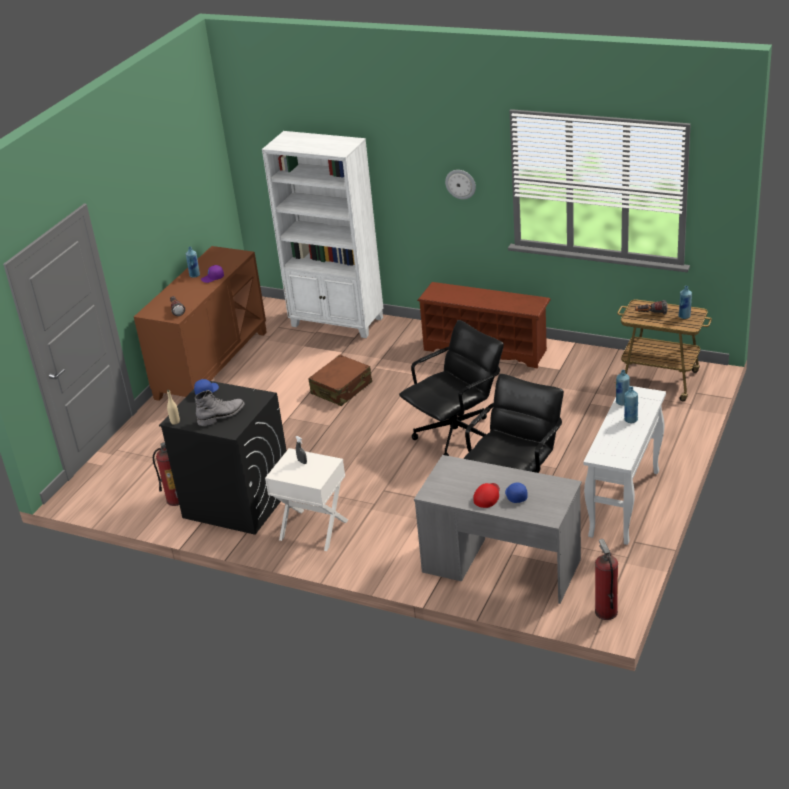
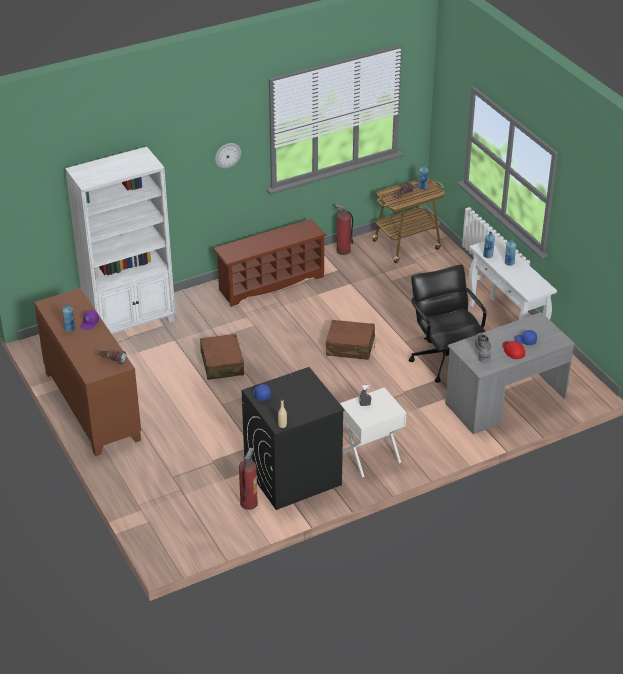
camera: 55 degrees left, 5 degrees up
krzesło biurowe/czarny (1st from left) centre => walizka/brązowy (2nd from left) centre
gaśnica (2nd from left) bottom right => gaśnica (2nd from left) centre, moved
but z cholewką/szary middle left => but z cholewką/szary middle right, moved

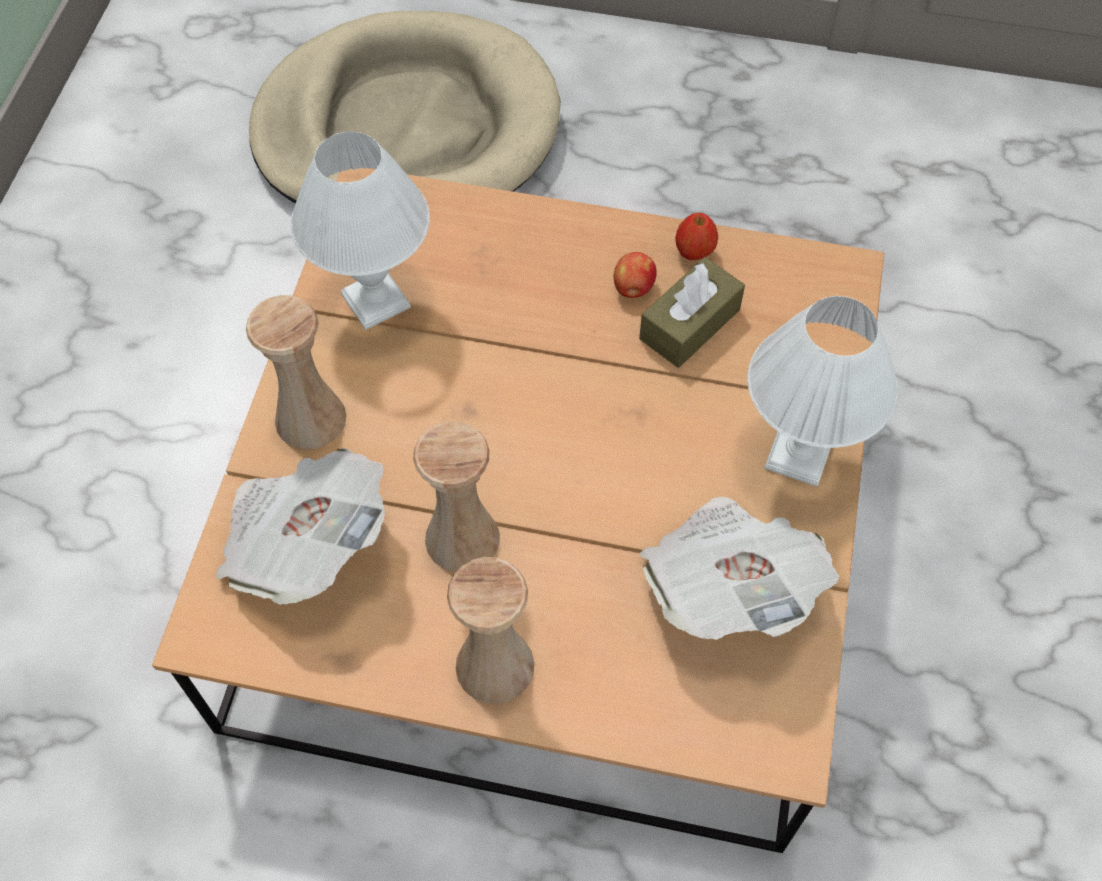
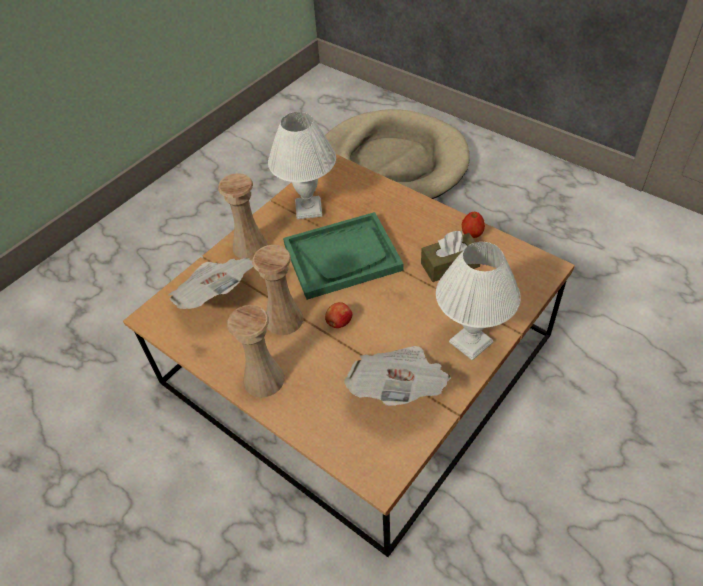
camera: 30 degrees right, 10 degrees down
nothing => taca/zielony centre
jabłko (1st from left) top centre => jabłko (1st from left) centre, moved

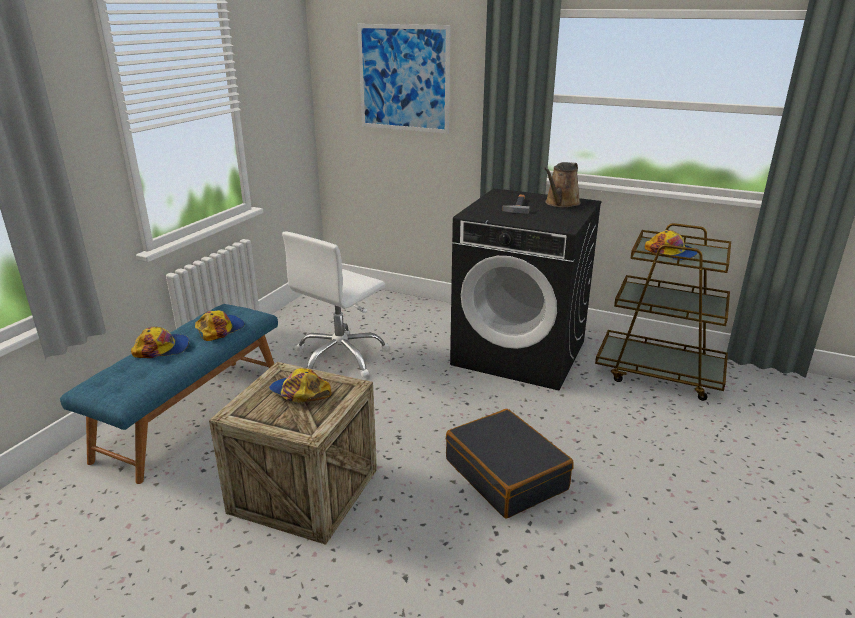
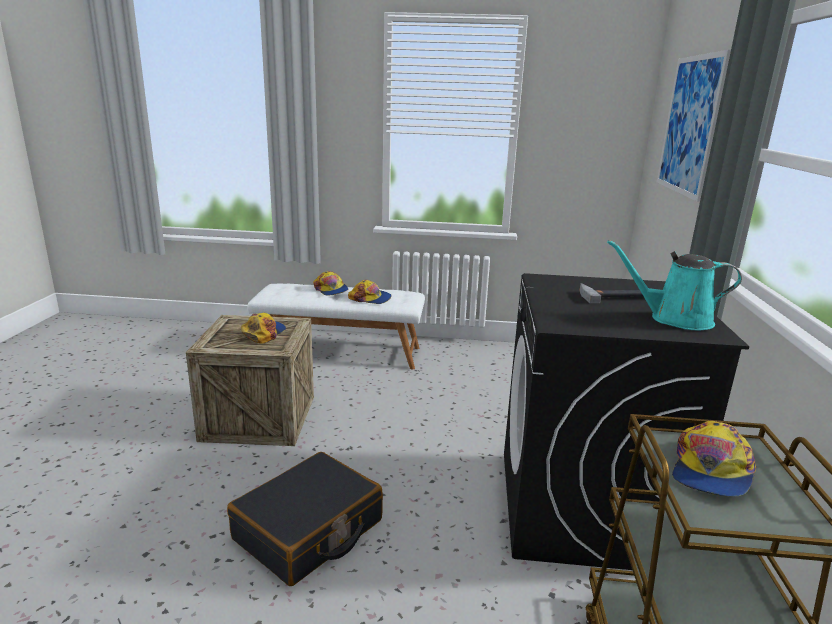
camera: 70 degrees right, 5 degrees down
ławka/niebieski middle left => ławka/biały centre
konewka/brązowy top centre => konewka/turkusowy middle right
krzesło biurowe/biały centre => nothing

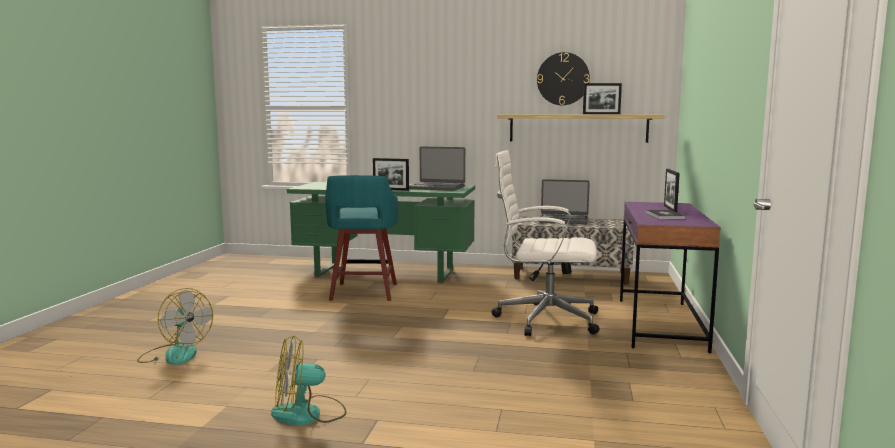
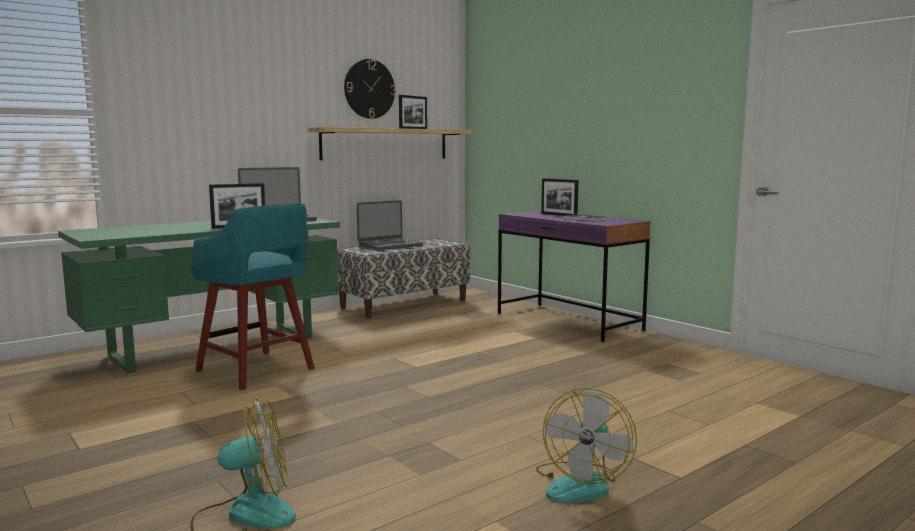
camera: 50 degrees left, 0 degrees up
krzesło biurowe/biały centre => nothing

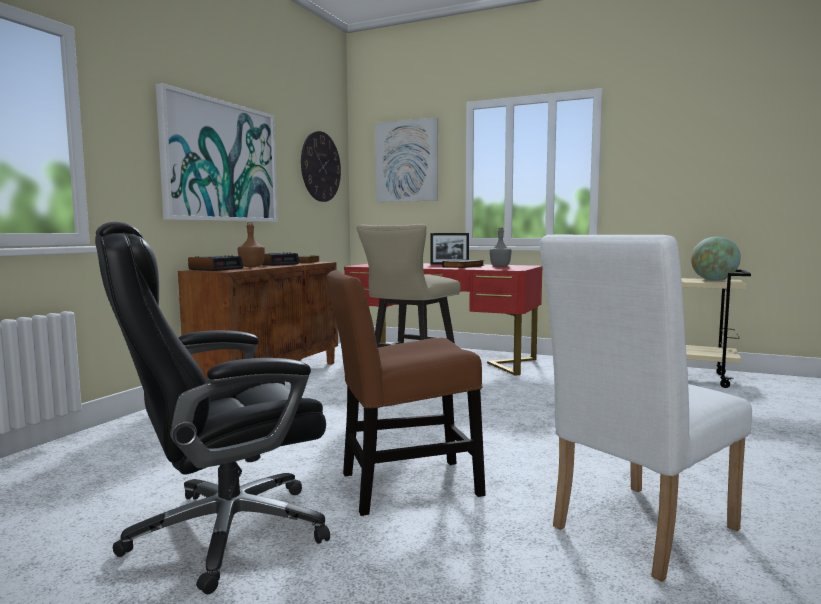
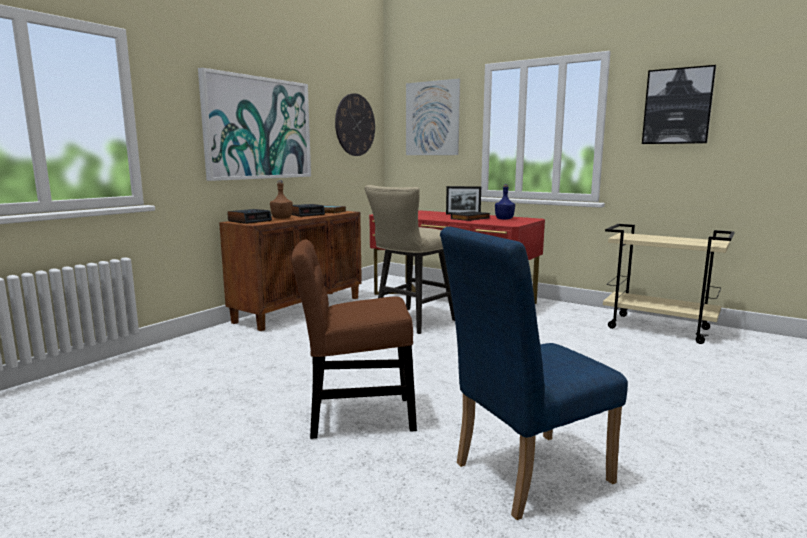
camera: 10 degrees right, 5 degrees up
krzesło/biały bottom right => krzesło/niebieski bottom centre
butelka/szary centre => butelka/niebieski centre
nothing => obraz (3rd from left) top right
krzesło biurowe/czarny bottom left => nothing
globus middle right => nothing

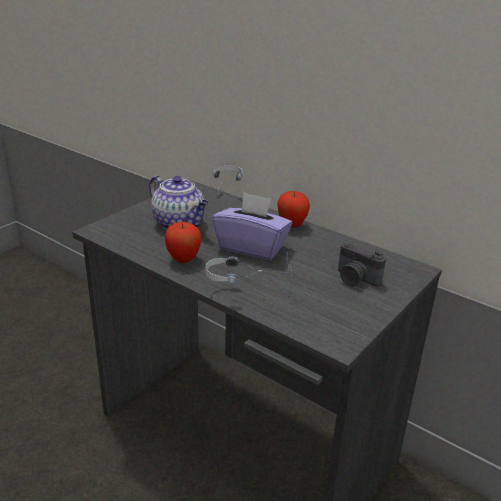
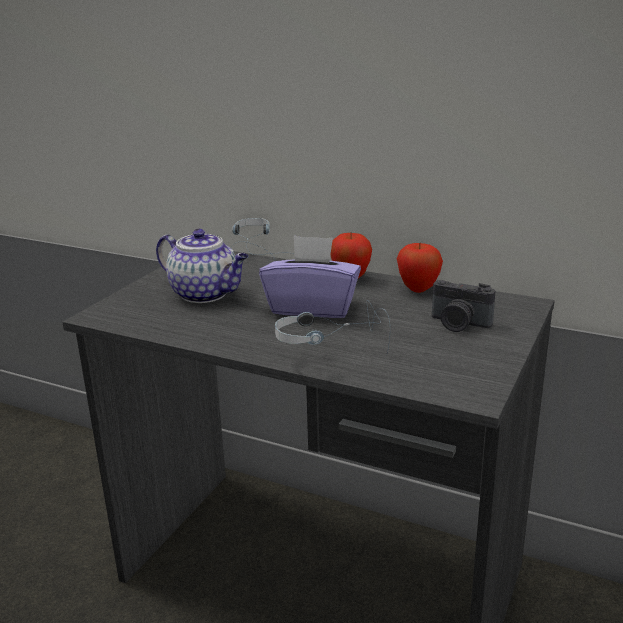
camera: 10 degrees left, 5 degrees down
jabłko (1st from left in the first image) centre => jabłko (2nd from left) middle right, moved

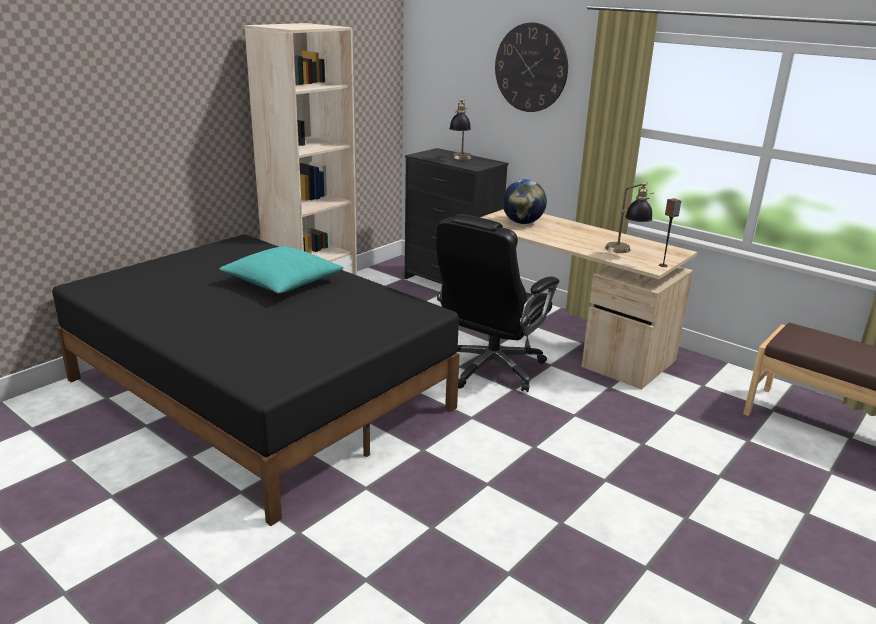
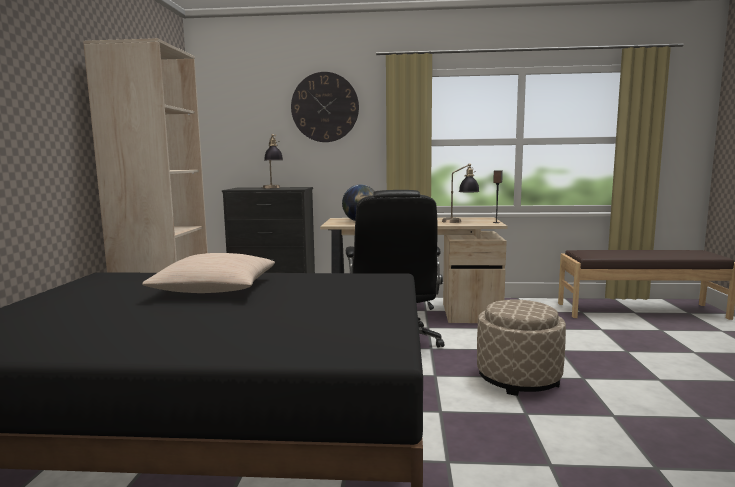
camera: 35 degrees left, 15 degrees down
poduszka/turkusowy middle left => poduszka/beżowy middle left
nothing => pufa/beżowy bottom right

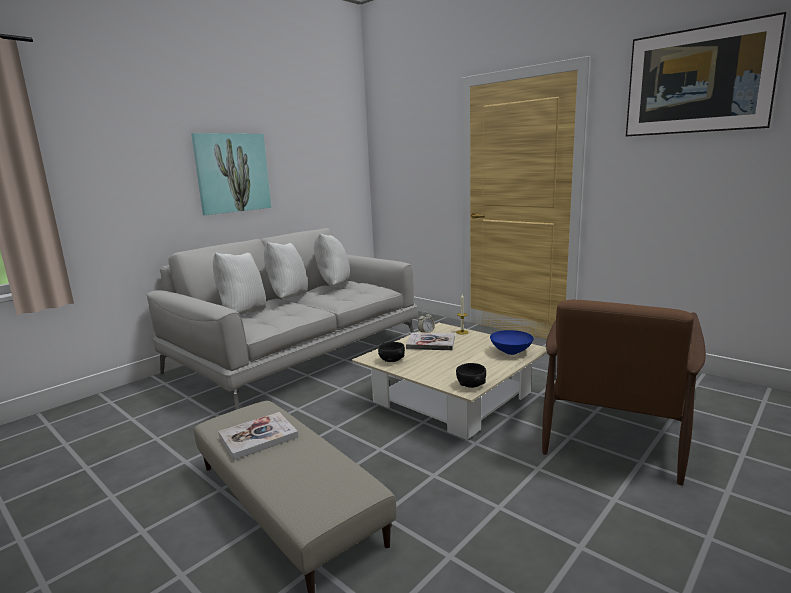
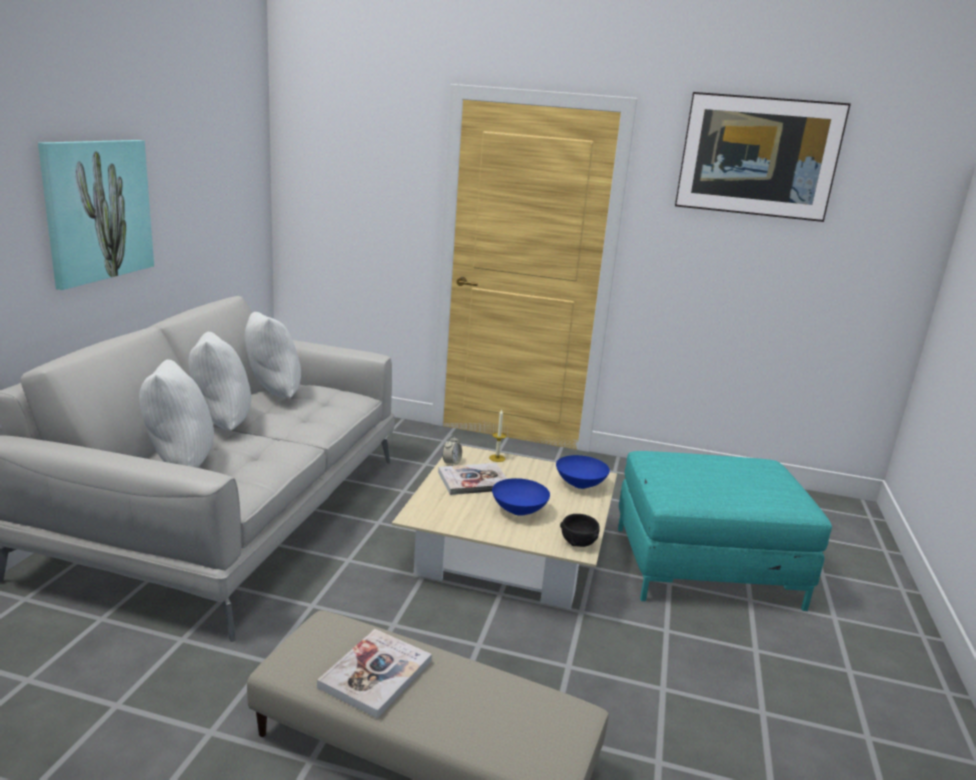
camera: 30 degrees left, 5 degrees up
nothing => miska/niebieski (1st from left) centre
fotel/brązowy middle right => pufa/turkusowy bottom right
miska/czarny (1st from left) centre => nothing

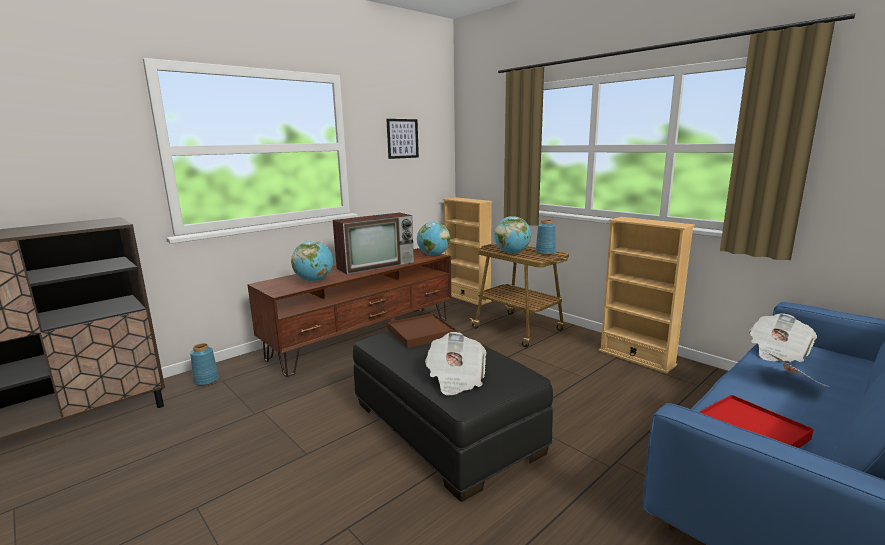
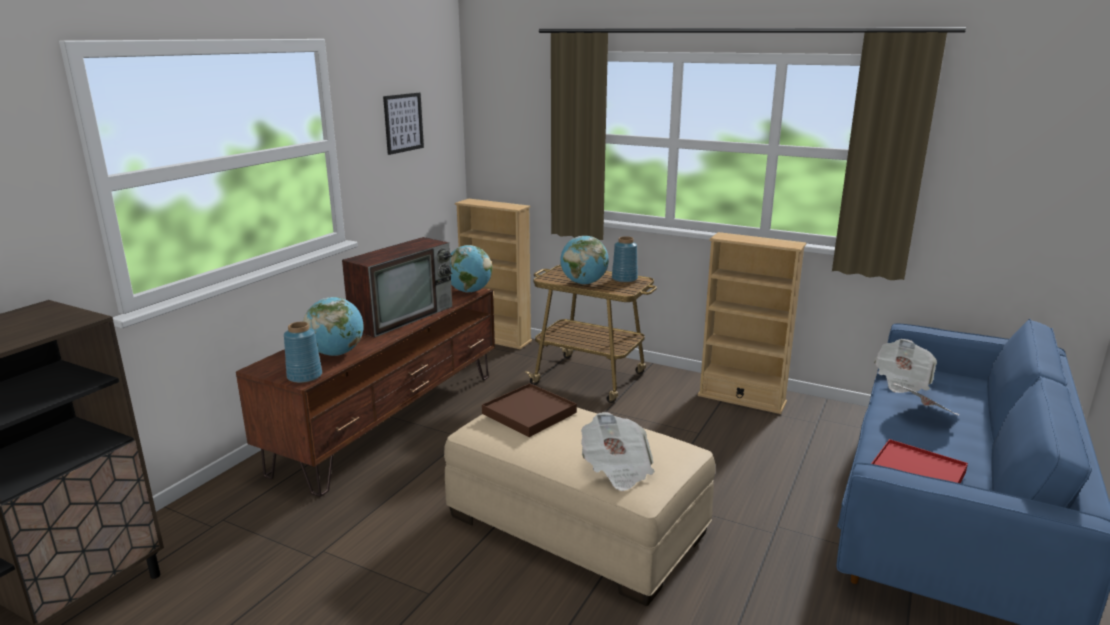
camera: 20 degrees left, 5 degrees up
wazon/niebieski (1st from left) bottom left => wazon/niebieski (1st from left) middle left, moved
pufa/czarny bottom centre => pufa/beżowy bottom centre

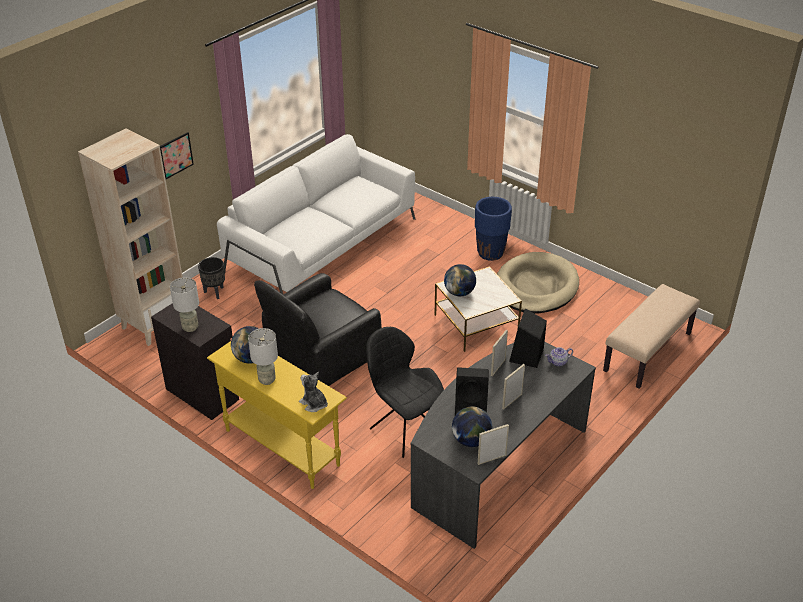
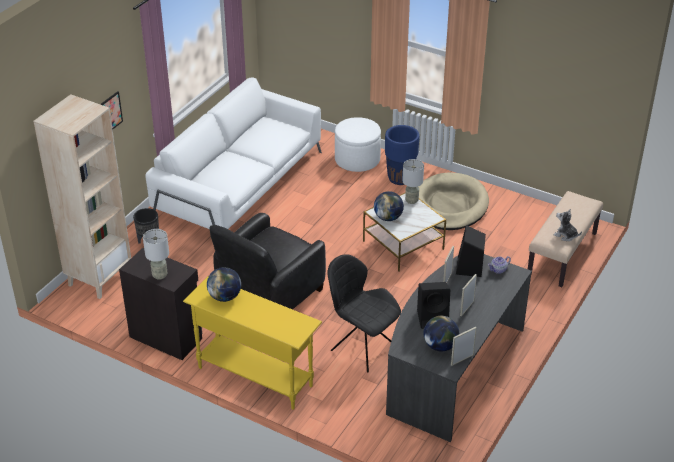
camera: 10 degrees left, 0 degrees up
nothing => pufa/biały top centre
lampa stołowa/szary (2nd from left) middle left => lampa stołowa/szary (2nd from left) centre, moved
pluszak centre => pluszak middle right, moved

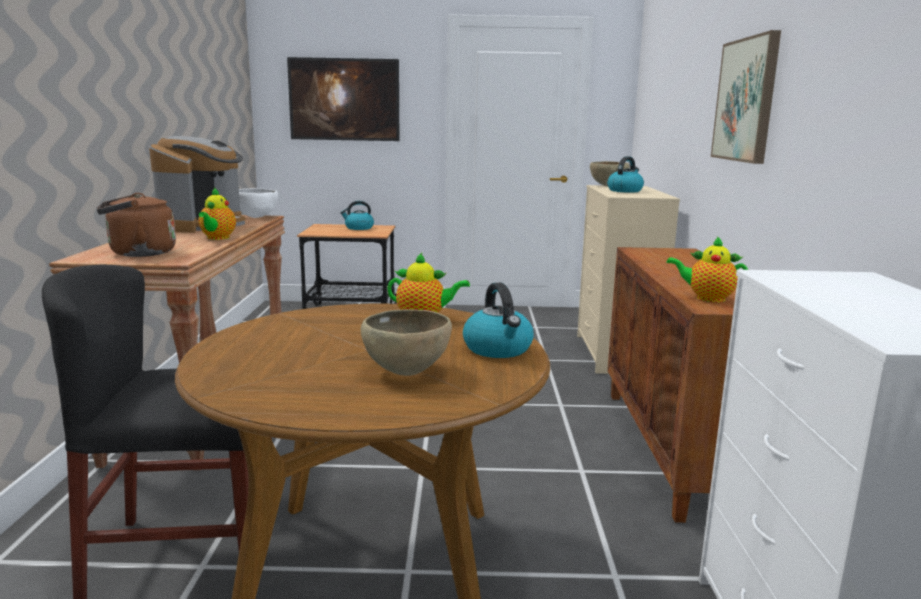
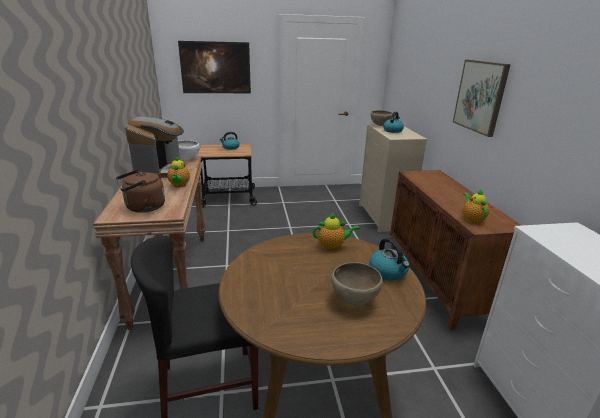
camera: 10 degrees left, 10 degrees up
imbryk (3rd from left) middle right, 75 degrees clockwise

